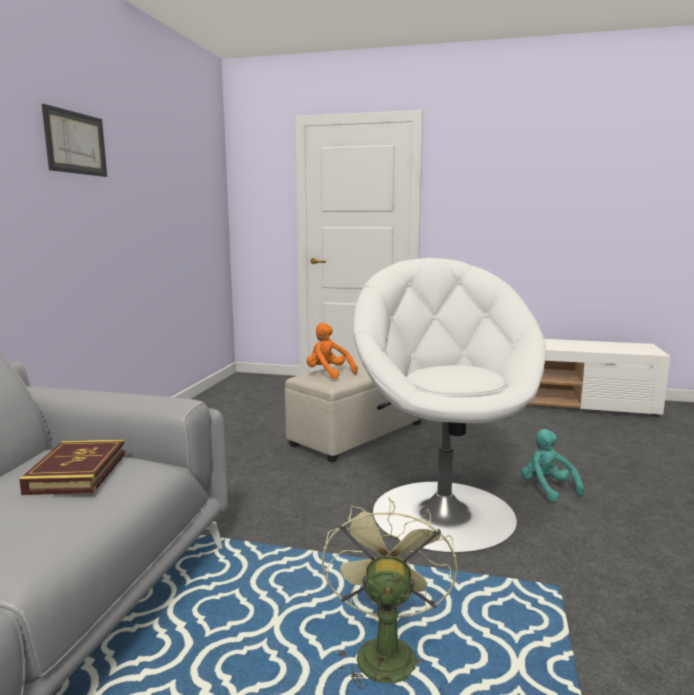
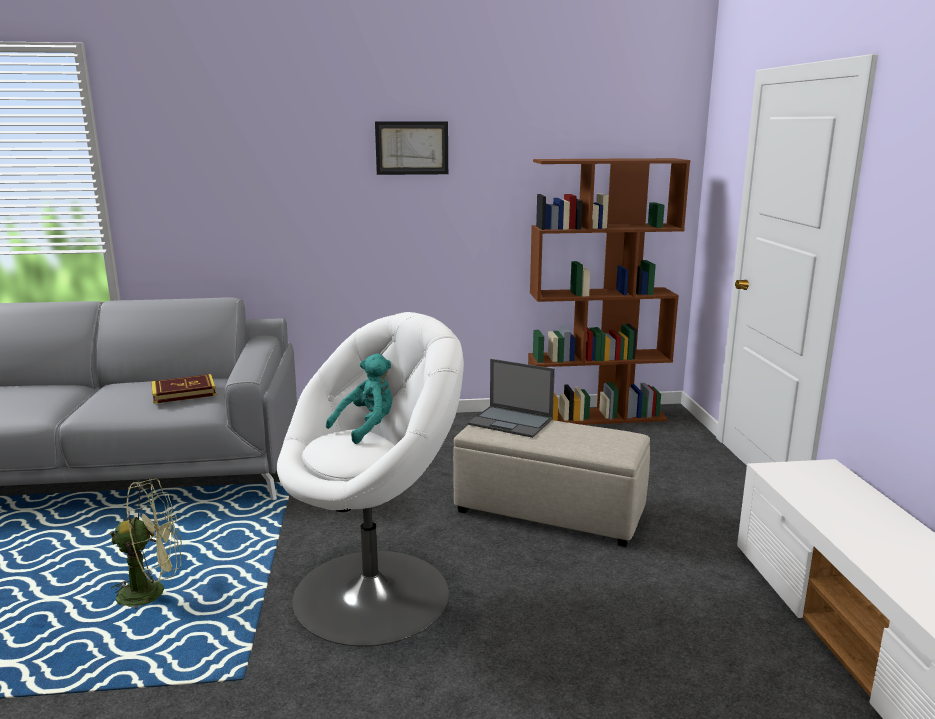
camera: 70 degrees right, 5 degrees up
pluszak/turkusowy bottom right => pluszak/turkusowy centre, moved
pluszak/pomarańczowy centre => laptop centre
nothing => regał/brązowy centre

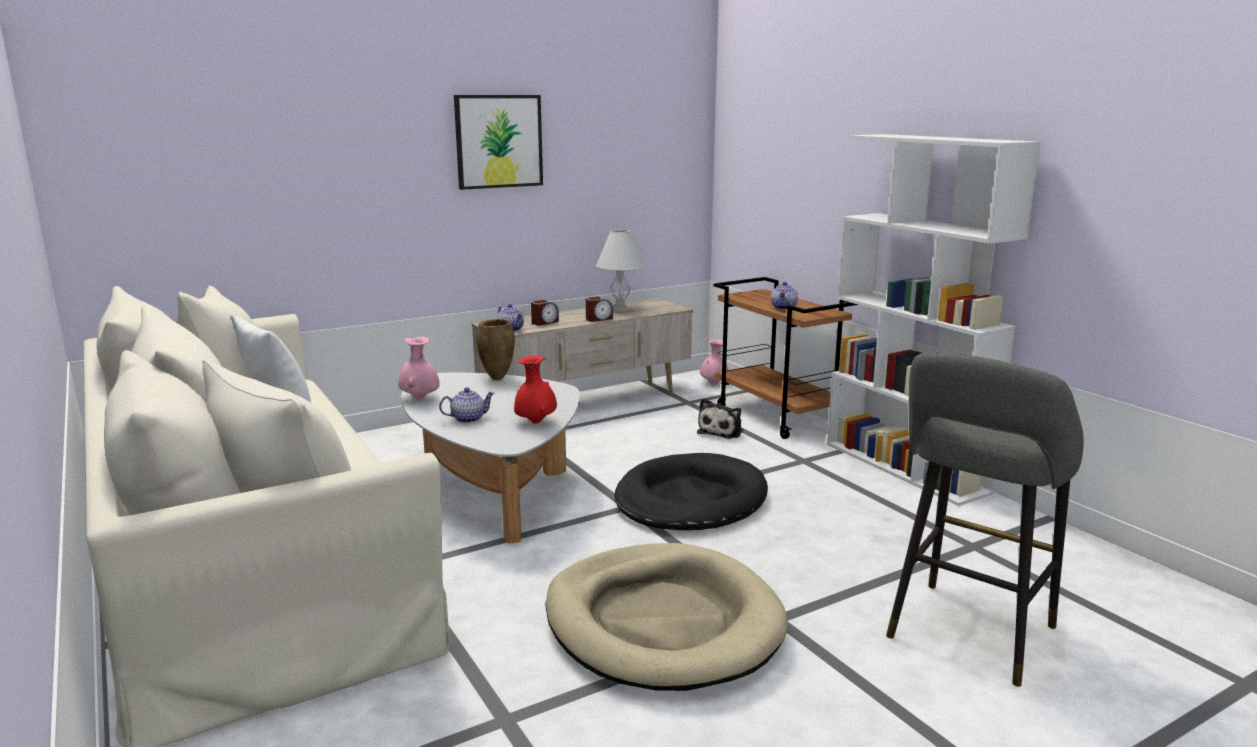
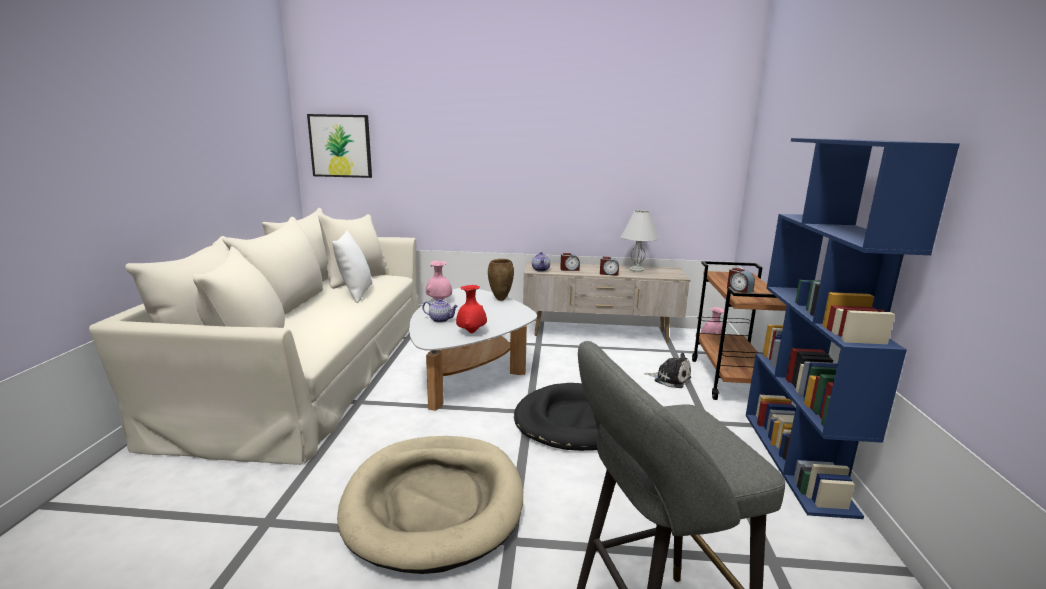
camera: 35 degrees right, 0 degrees up
obraz top centre => obraz top left, moved
pluszak centre, 120 degrees counterclockwise
imbryk (3rd from left) centre => budzik (3rd from left) middle right
regał/biały middle right => regał/niebieski middle right

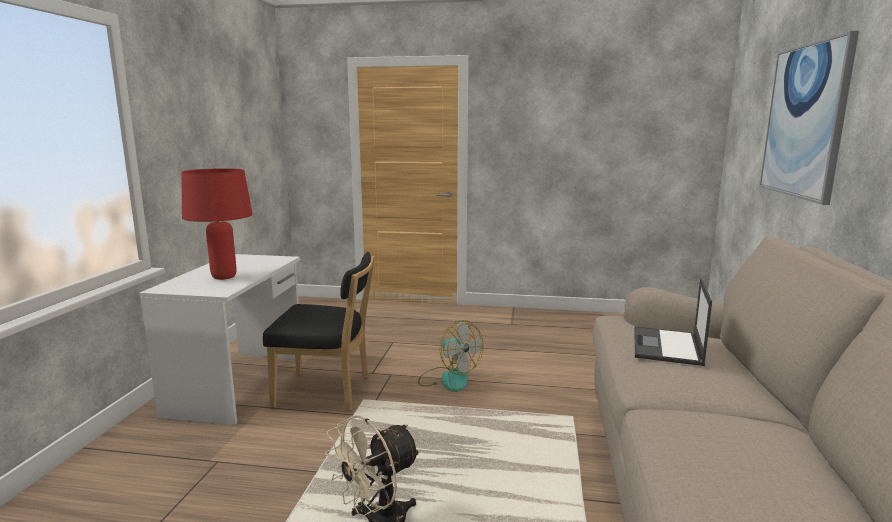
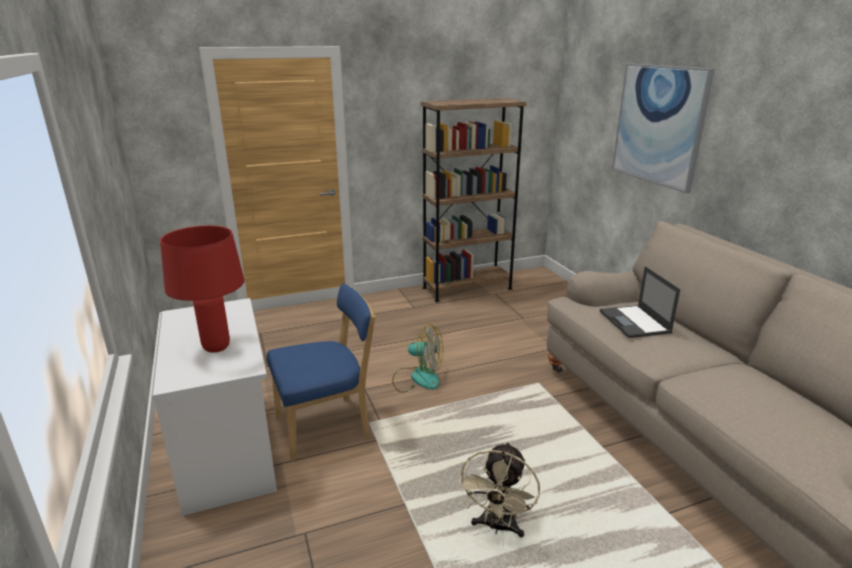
camera: 30 degrees left, 10 degrees up
krzesło/czarny centre => krzesło/niebieski centre
nothing => regał/brązowy centre

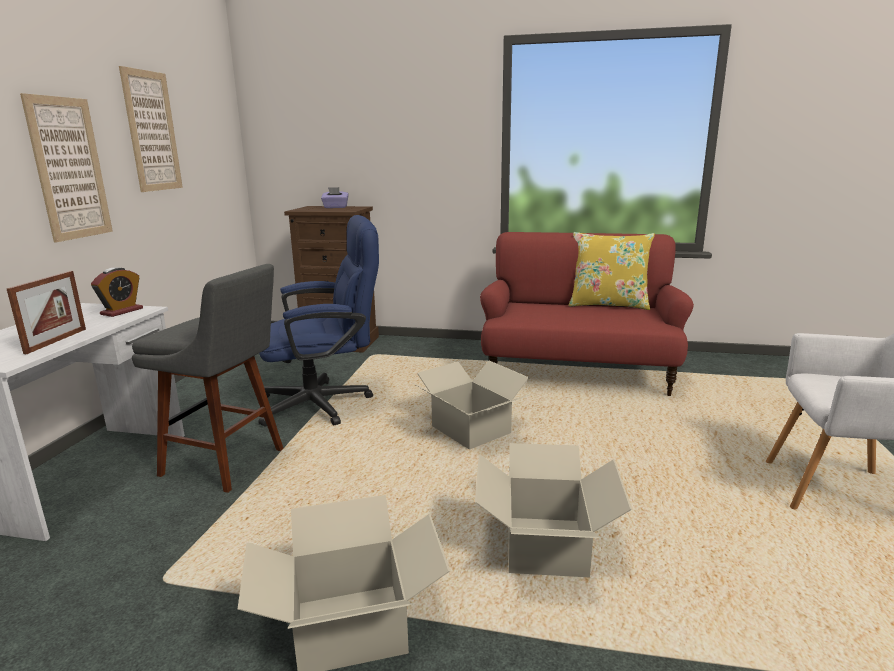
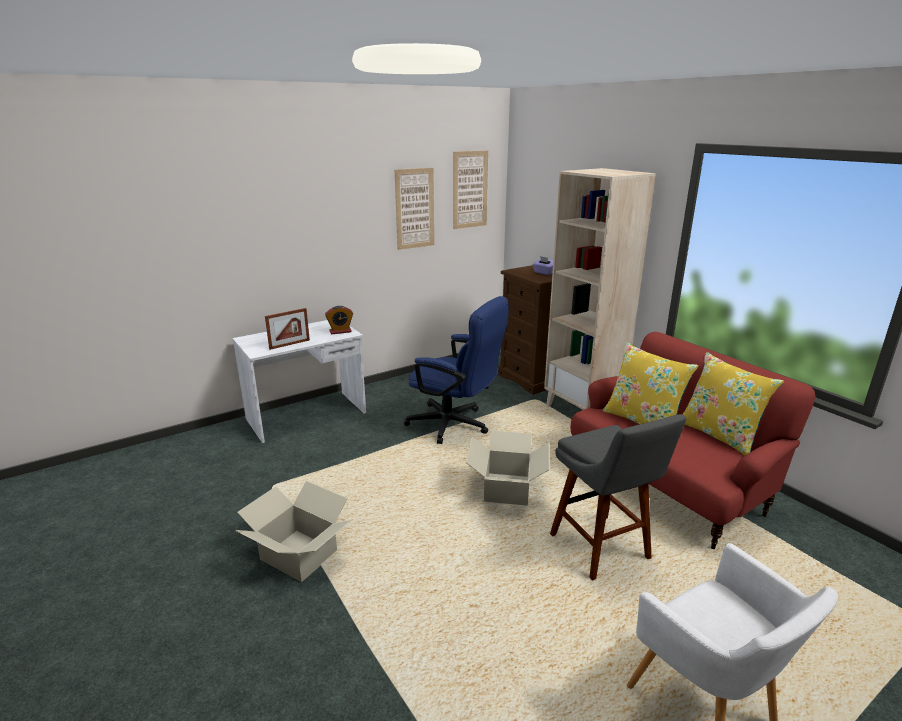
camera: 45 degrees right, 5 degrees up
obraz (1st from left in the first image) top left => obraz (2nd from left) top centre, moved
nothing => regał/beżowy centre
stołek/szary middle left => stołek/szary bottom right, moved
nothing => poduszka/żółty (1st from left) middle right
karton (3rd from left) bottom centre => nothing

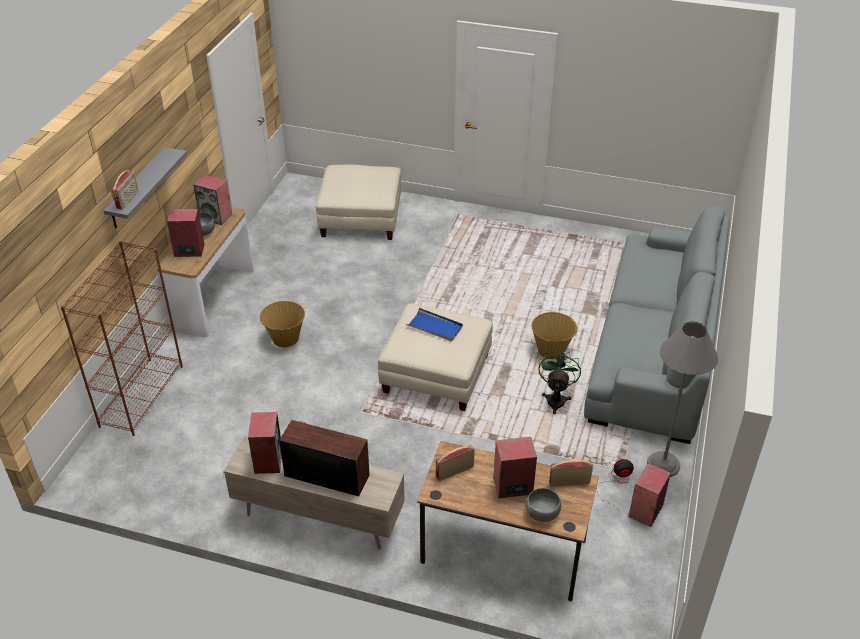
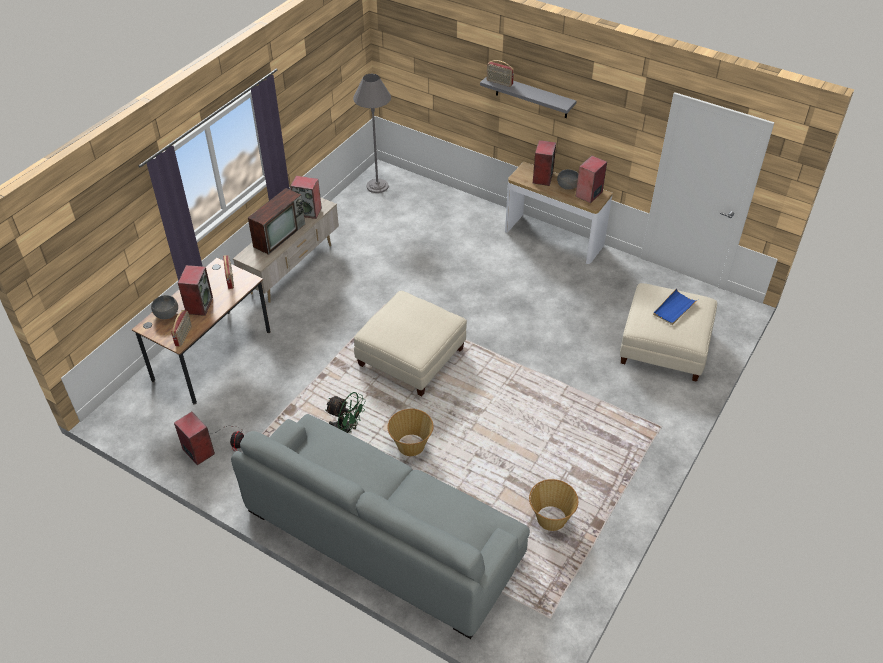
camera: 105 degrees right, 5 degrees up
lampa stojąca/szary middle right => lampa stojąca/szary top centre, moved
koszyk (1st from left in the first image) middle left => koszyk (2nd from left) bottom centre, moved
taca/niebieski centre => taca/niebieski middle right, moved
regał/brązowy middle left => nothing

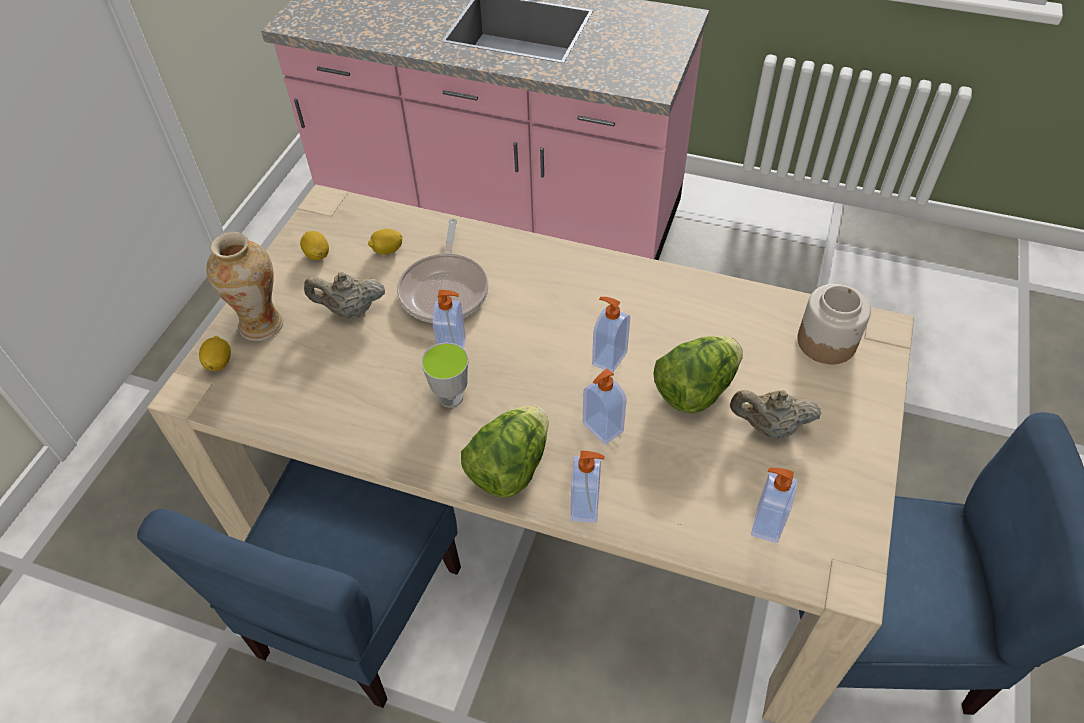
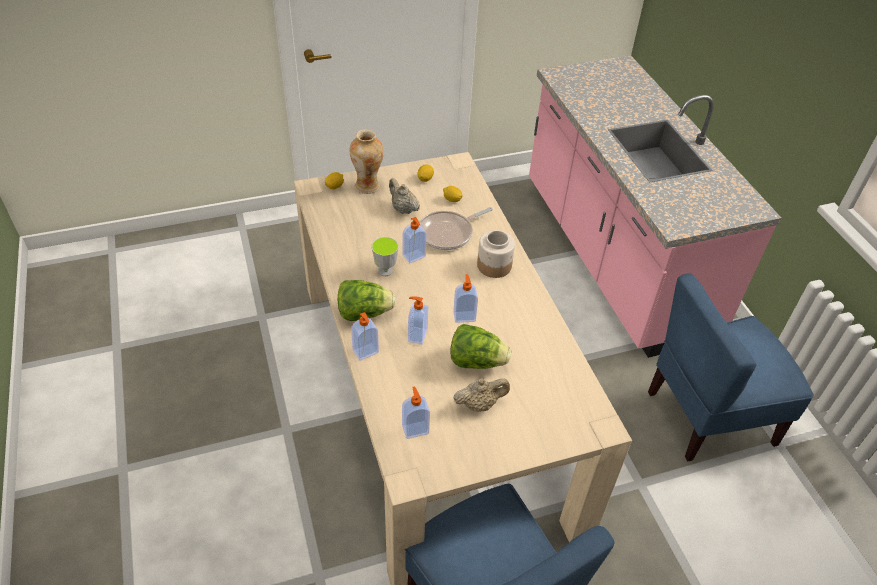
camera: 50 degrees right, 5 degrees down
imbryk/beżowy (2nd from left) middle right => imbryk/beżowy (2nd from left) bottom centre, 105 degrees clockwise
słoik middle right => słoik centre, moved
krzesło/niebieski (1st from left in the first image) bottom left => krzesło/niebieski (2nd from left) middle right, moved

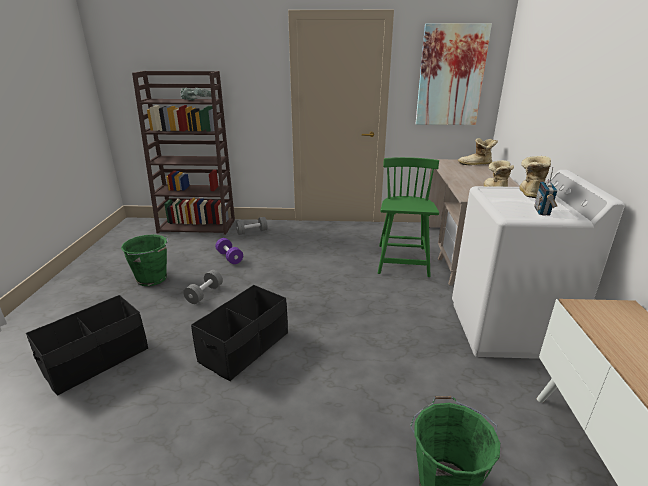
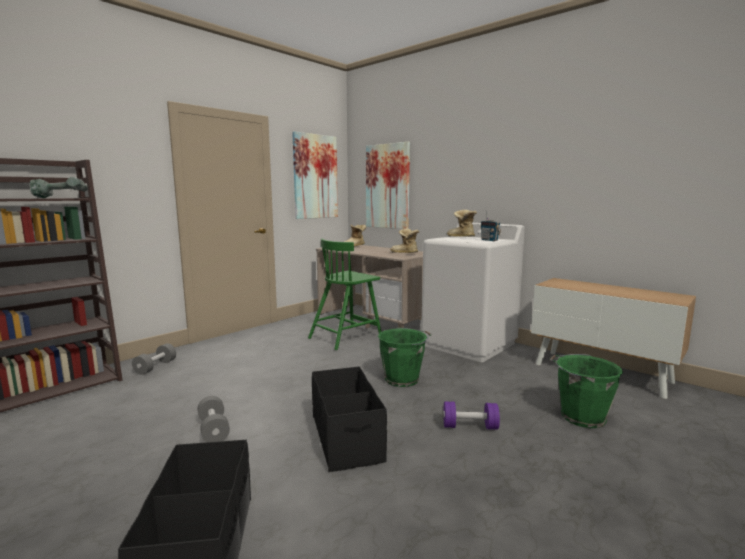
camera: 50 degrees left, 15 degrees down
krzesło/zielony centre, 90 degrees counterclockwise
nothing => obraz (2nd from left) top centre
wiadro/zielony (1st from left) middle left => wiadro/zielony (1st from left) centre, moved
hantel/fioletowy centre => hantel/fioletowy bottom centre, moved

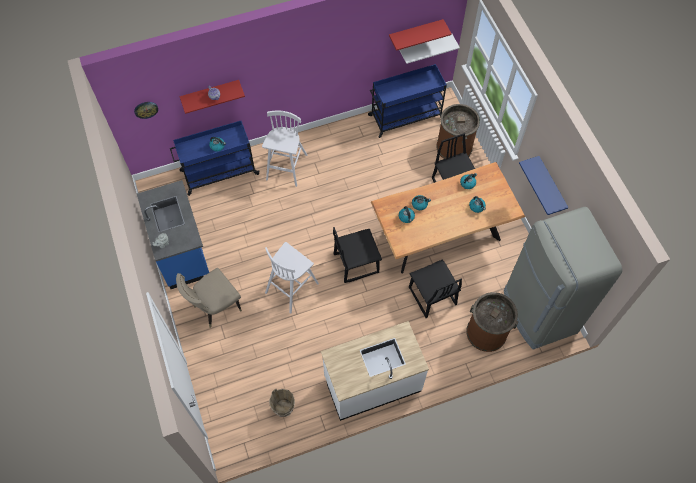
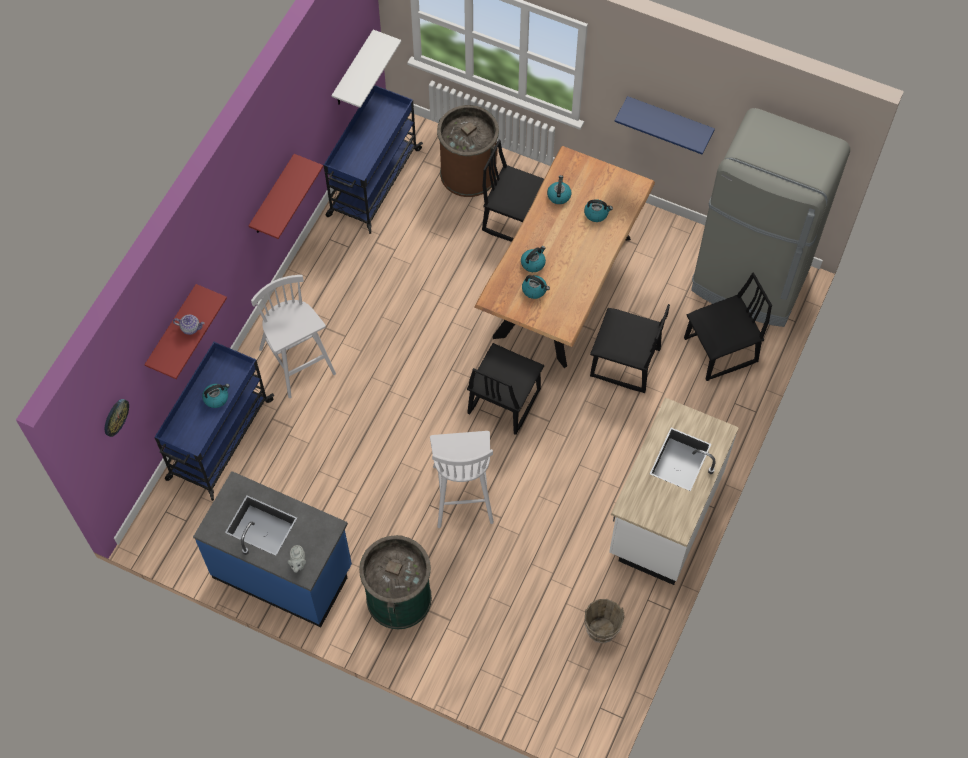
camera: 45 degrees left, 0 degrees up
półka/czerwony (2nd from left) top centre => półka/czerwony (2nd from left) top left, moved
krzesło/beżowy middle left => kosz na śmieci/zielony bottom centre
kosz na śmieci/brązowy (2nd from left) bottom right => krzesło/czarny (4th from left) middle right

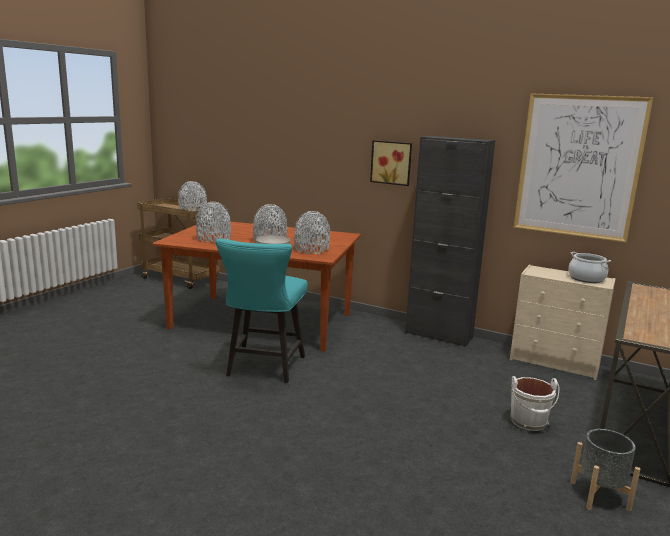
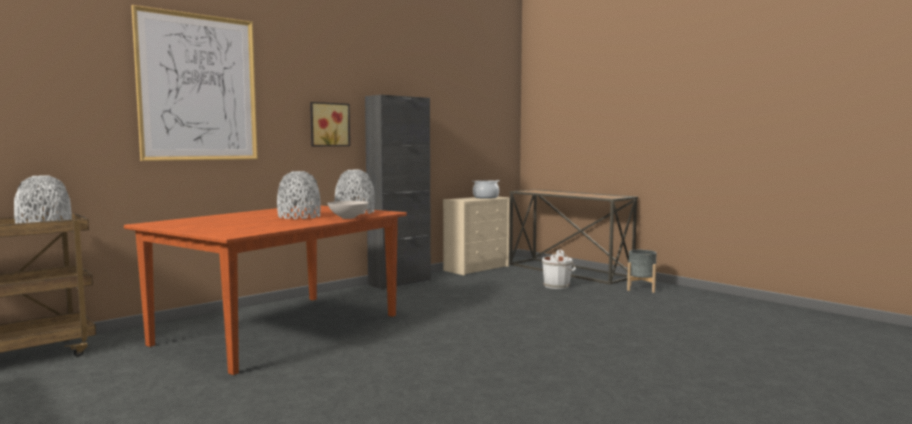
camera: 70 degrees left, 10 degrees down
obraz (2nd from left in the first image) top right => obraz (1st from left) top left, moved
wazon/szary (2nd from left) middle left => nothing
krzesło/turkusowy centre => nothing

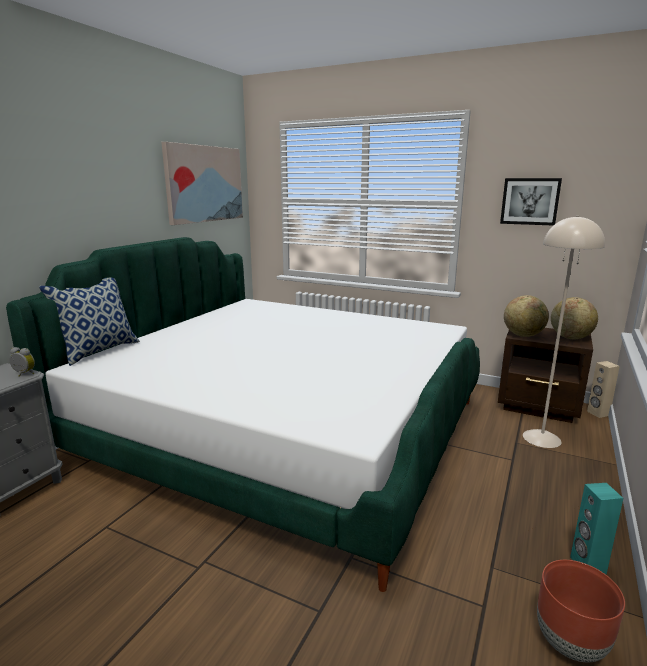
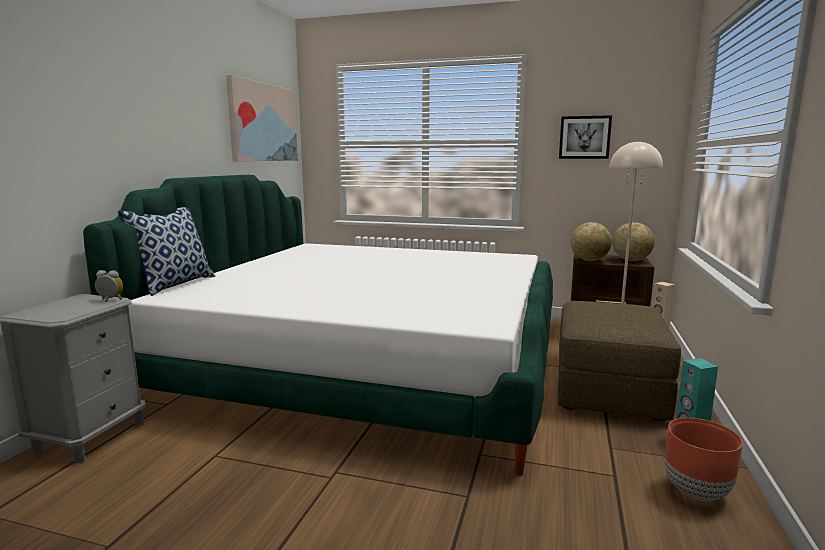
camera: 10 degrees left, 5 degrees down
nothing => pufa/brązowy middle right

